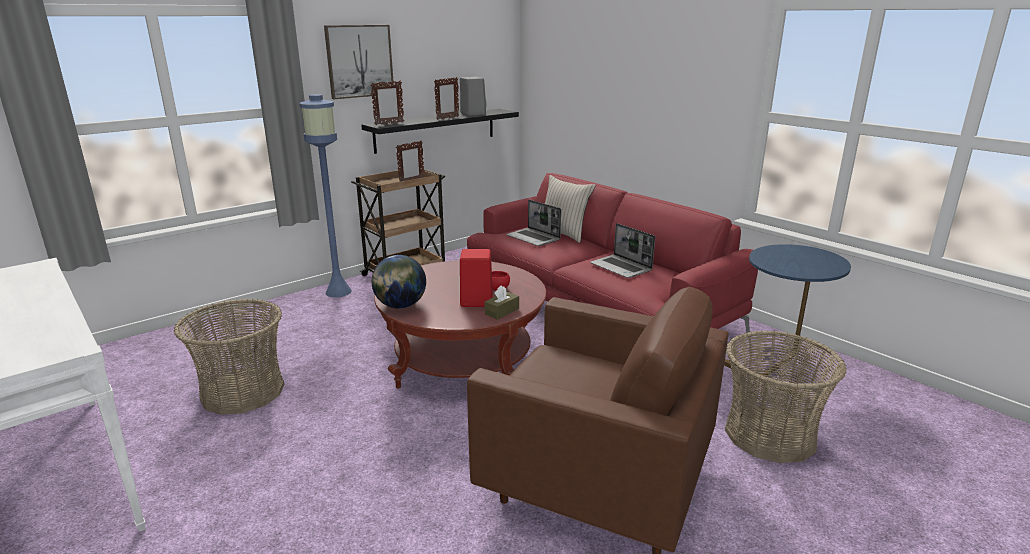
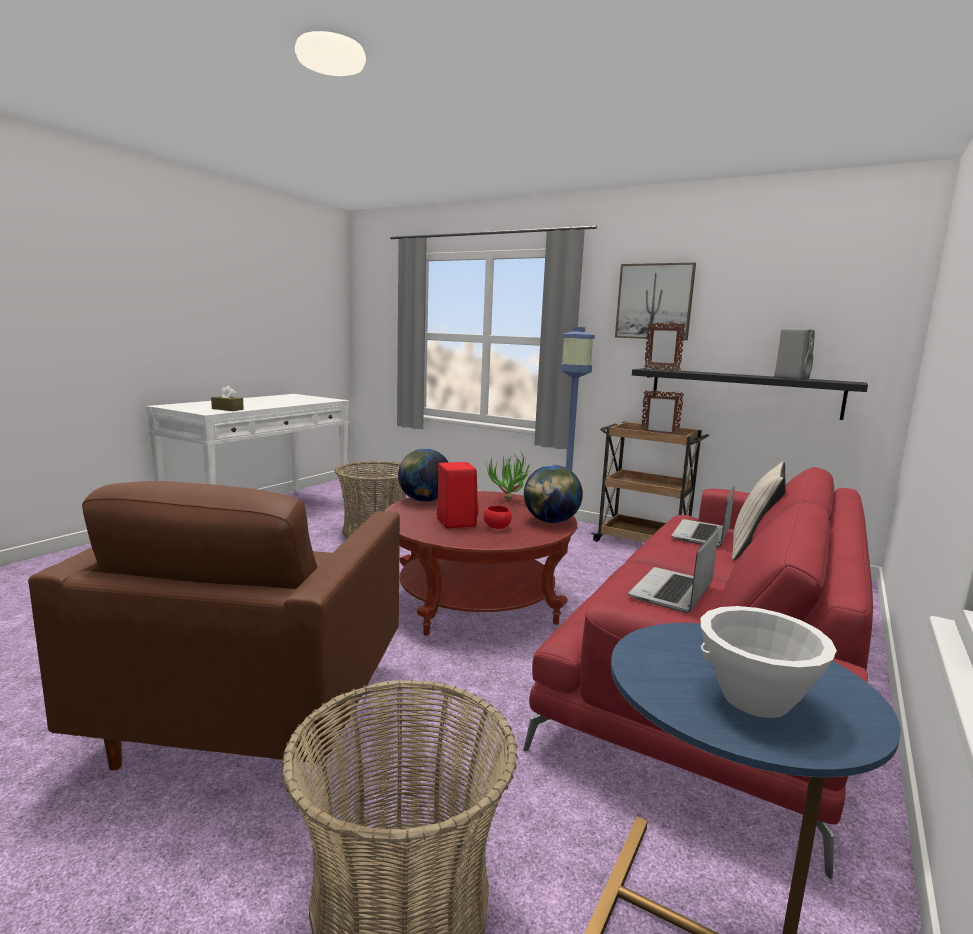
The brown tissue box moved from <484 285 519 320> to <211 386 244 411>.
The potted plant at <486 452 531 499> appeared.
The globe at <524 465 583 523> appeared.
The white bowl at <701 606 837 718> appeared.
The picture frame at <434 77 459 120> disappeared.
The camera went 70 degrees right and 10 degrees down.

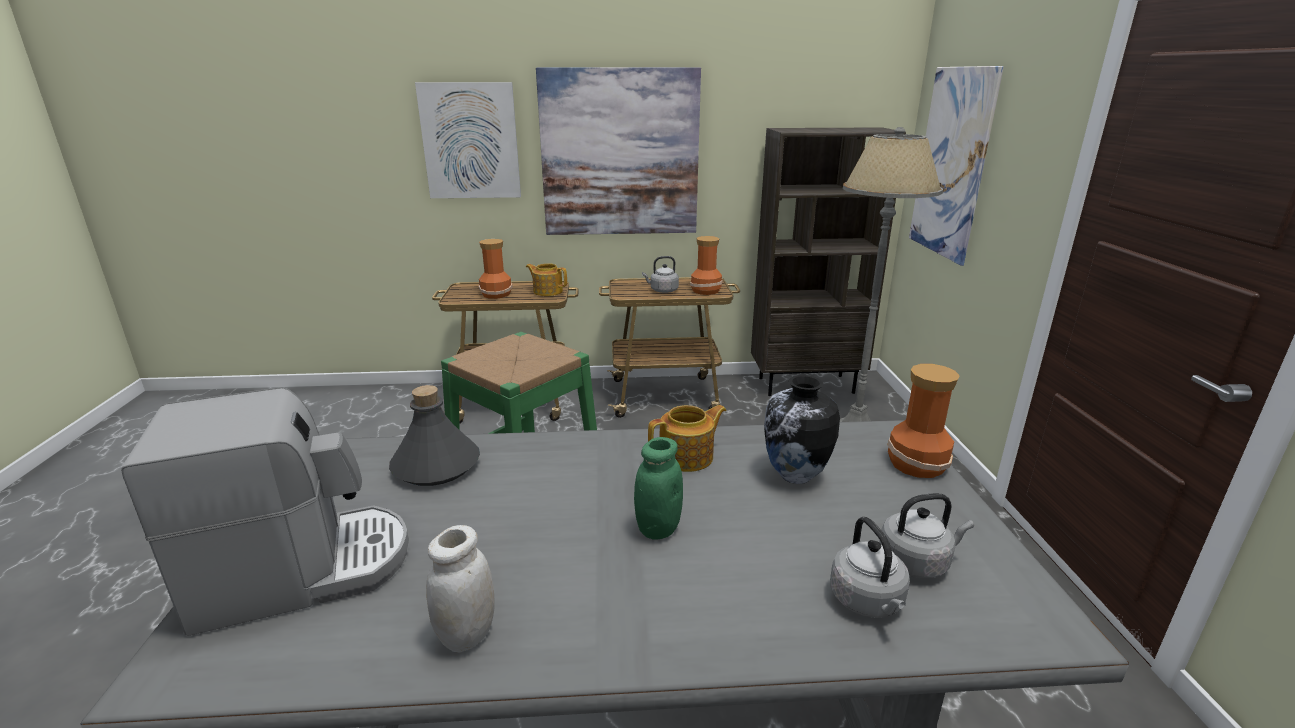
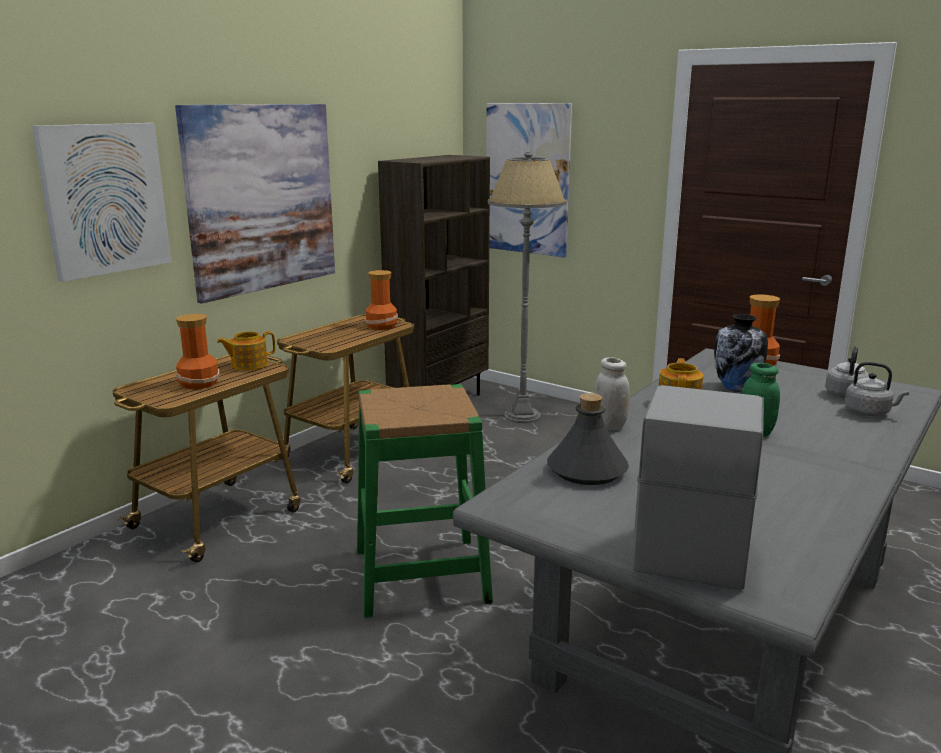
The white jar moved from <426 525 494 653> to <594 357 630 430>.
The grey kettle at <642 256 679 293> disappeared.
The camera went 50 degrees left and 5 degrees down.

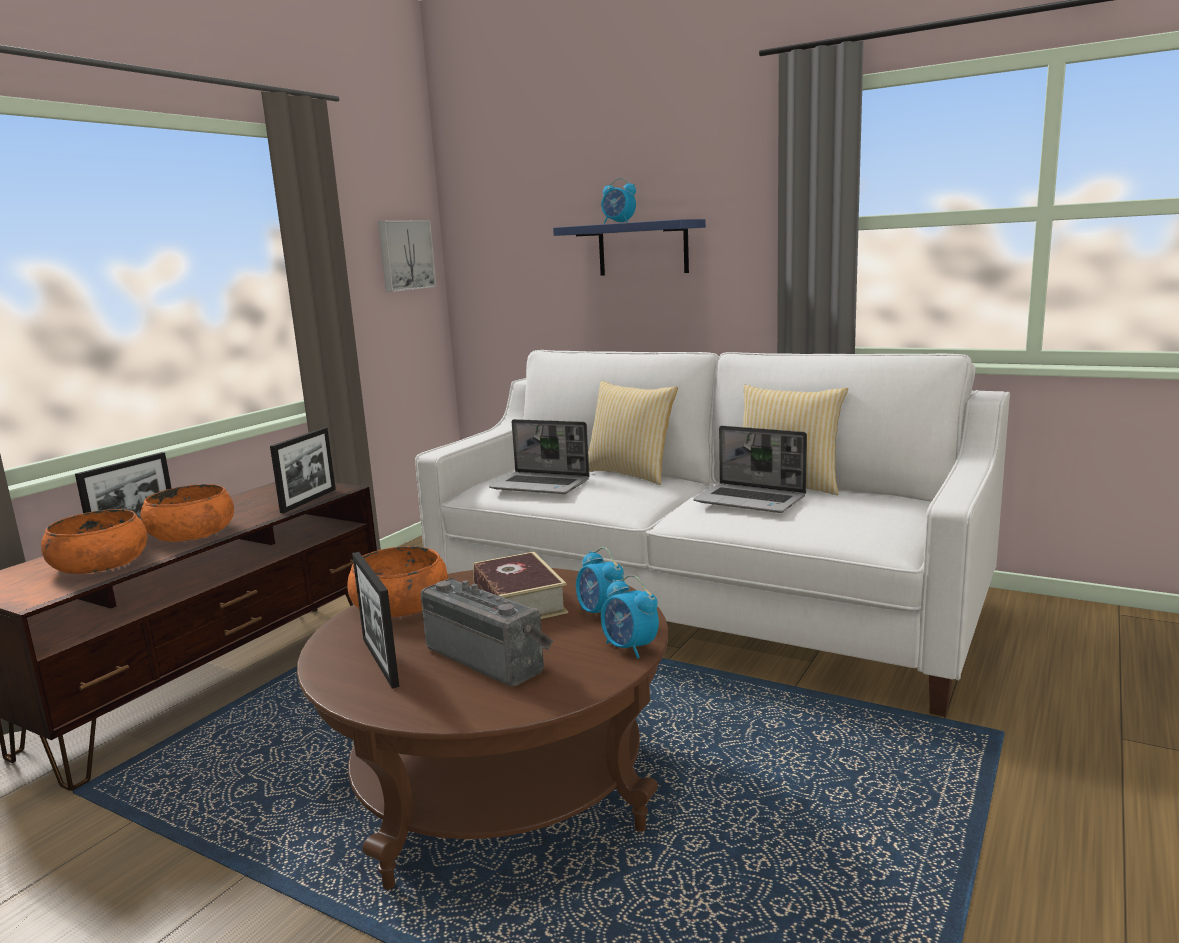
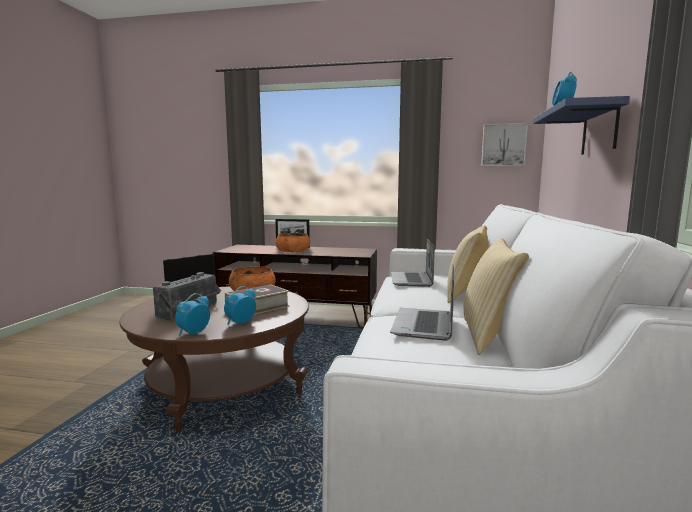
The orange bowl at <41 509 147 574> disappeared.
The picture frame at <270 428 336 513> disappeared.
The camera went 70 degrees right and 5 degrees down.

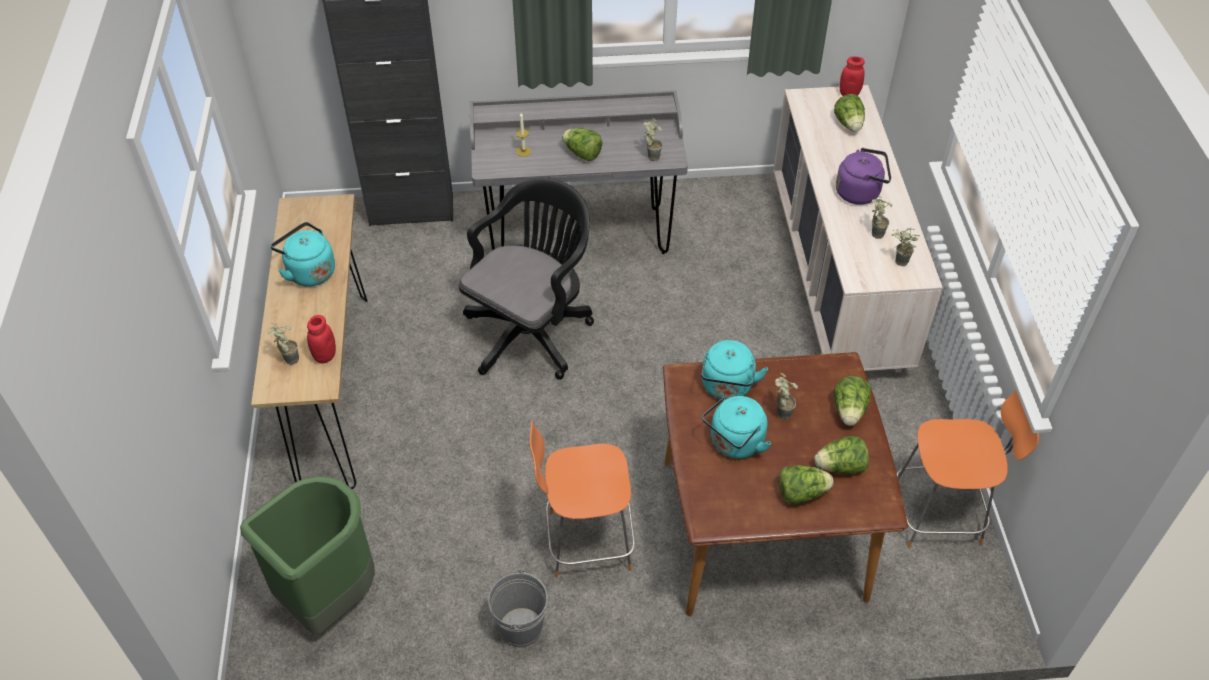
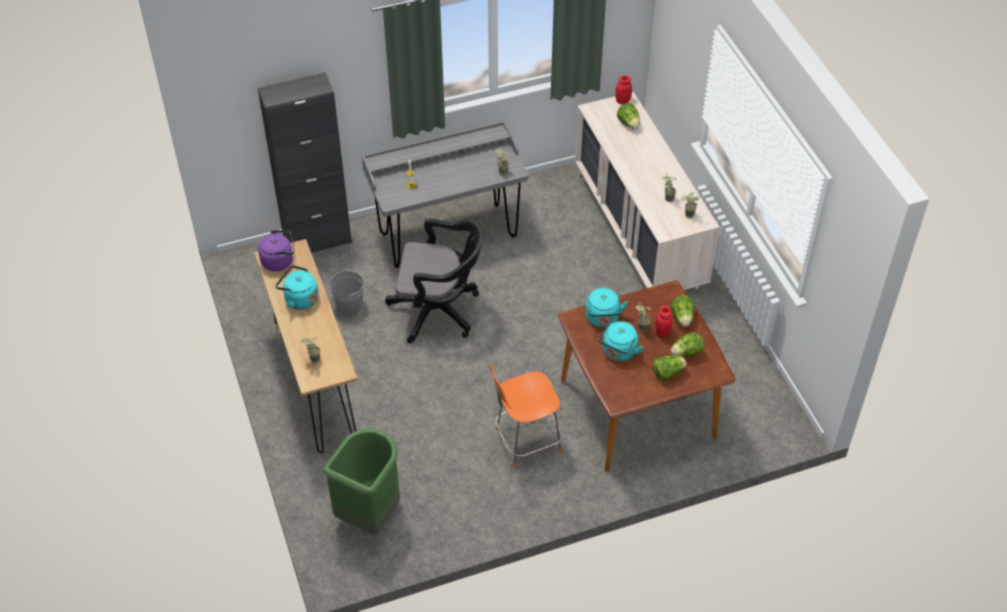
The purple kettle moved from <836 148 891 205> to <258 230 295 271>.
The grey bucket moved from <488 568 548 647> to <330 268 364 316>.
The black office chair at <459 178 594 380> turned 75 degrees clockwise.
The red jar moved from <307 315 336 363> to <655 306 672 338>.
The lettuce at <562 128 602 161> disappeared.
The orange chair at <897 390 1039 548> disappeared.
The camera went 15 degrees left and 0 degrees up.

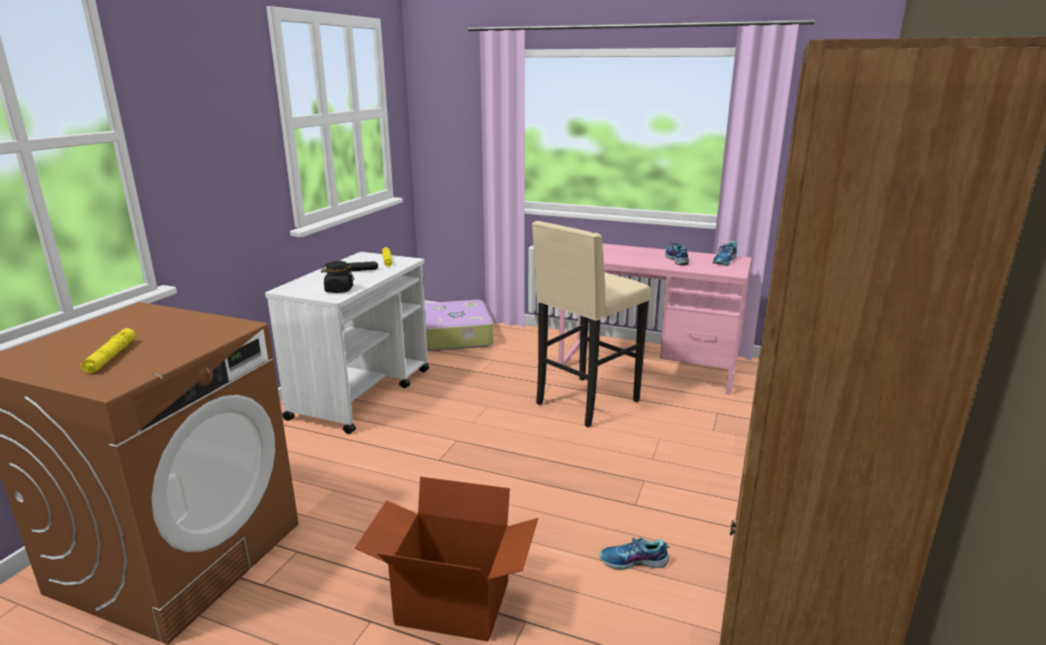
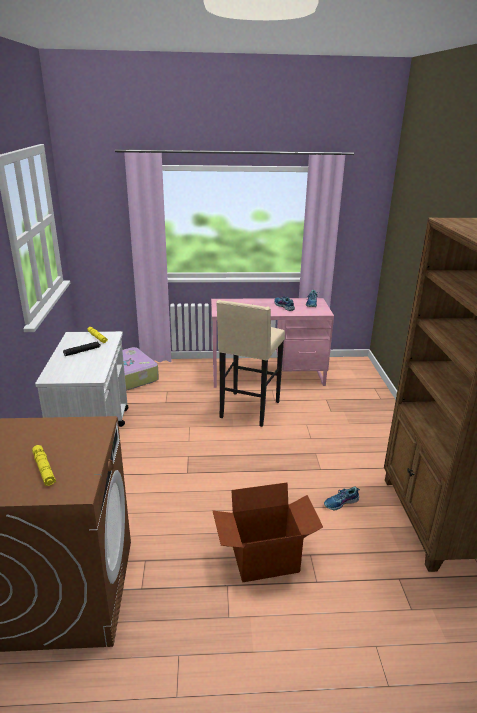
The black jar at <321 261 354 293> disappeared.
The camera went 25 degrees left and 5 degrees up.

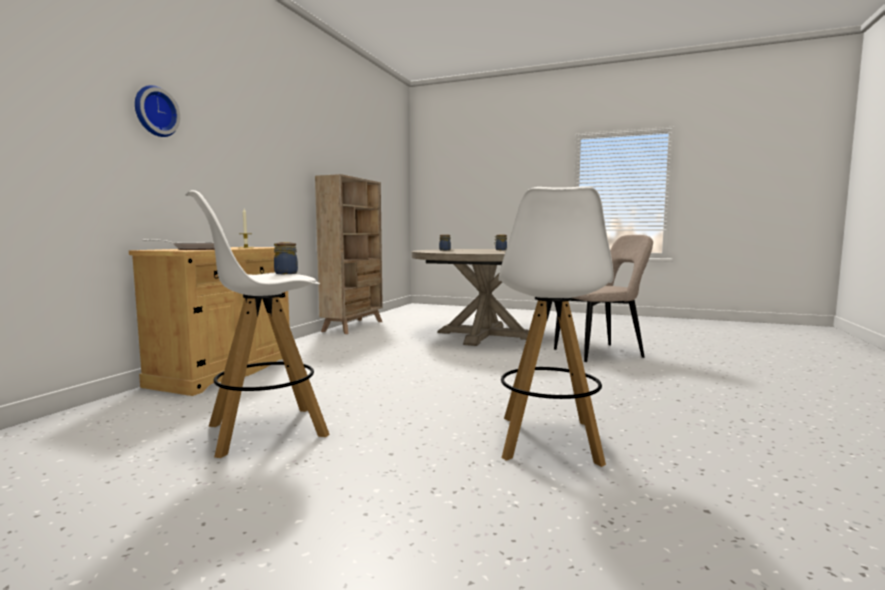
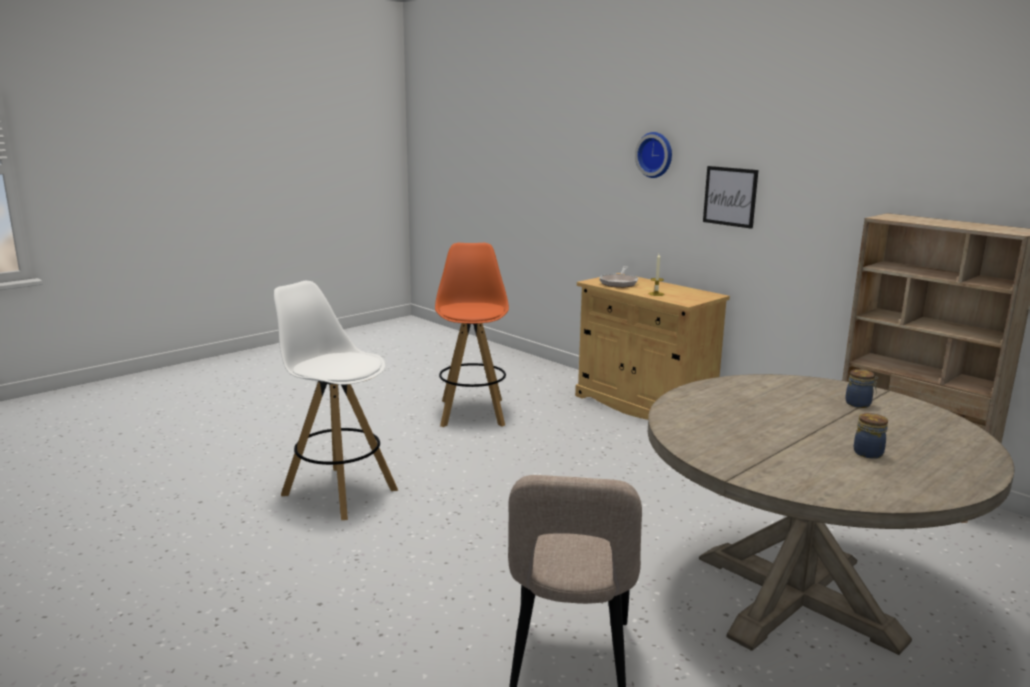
The white stool at <186 190 330 458> became the orange stool at <435 243 509 427>.
The picture at <703 166 759 229> appeared.
The jar at <274 242 298 274> disappeared.
The camera went 115 degrees right and 10 degrees up.

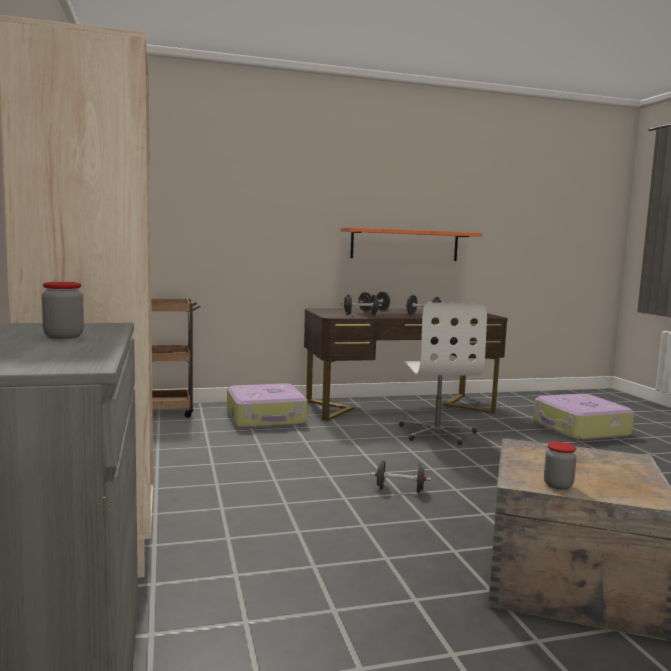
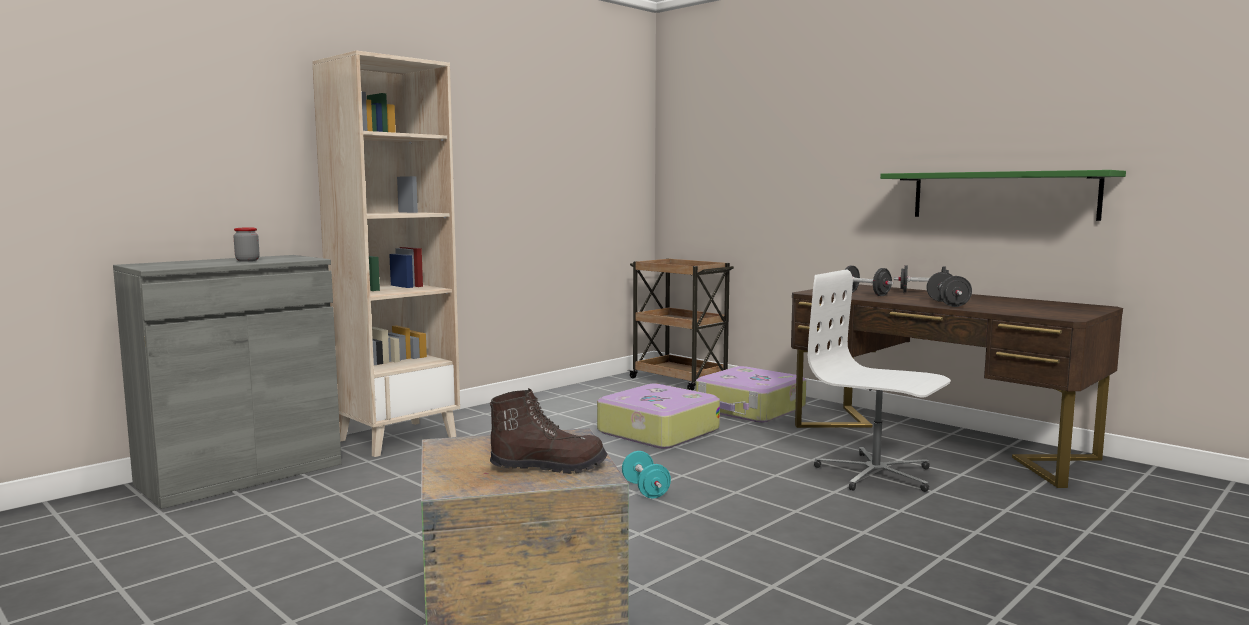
The brown boot at <490 388 607 474> appeared.
The suitcase moved from <533 394 634 440> to <597 383 720 449>.
The black dumbbell at <371 461 431 493> became the turquoise dumbbell at <622 451 671 498>.
The white office chair at <399 302 487 445> turned 75 degrees clockwise.
The orange shelf at <341 227 482 261> became the green shelf at <880 170 1126 221>.
The jar at <544 442 577 490> disappeared.
The camera went 60 degrees right and 0 degrees up.

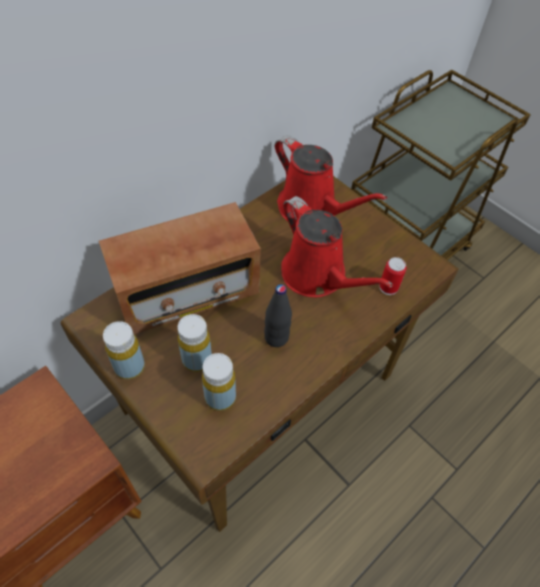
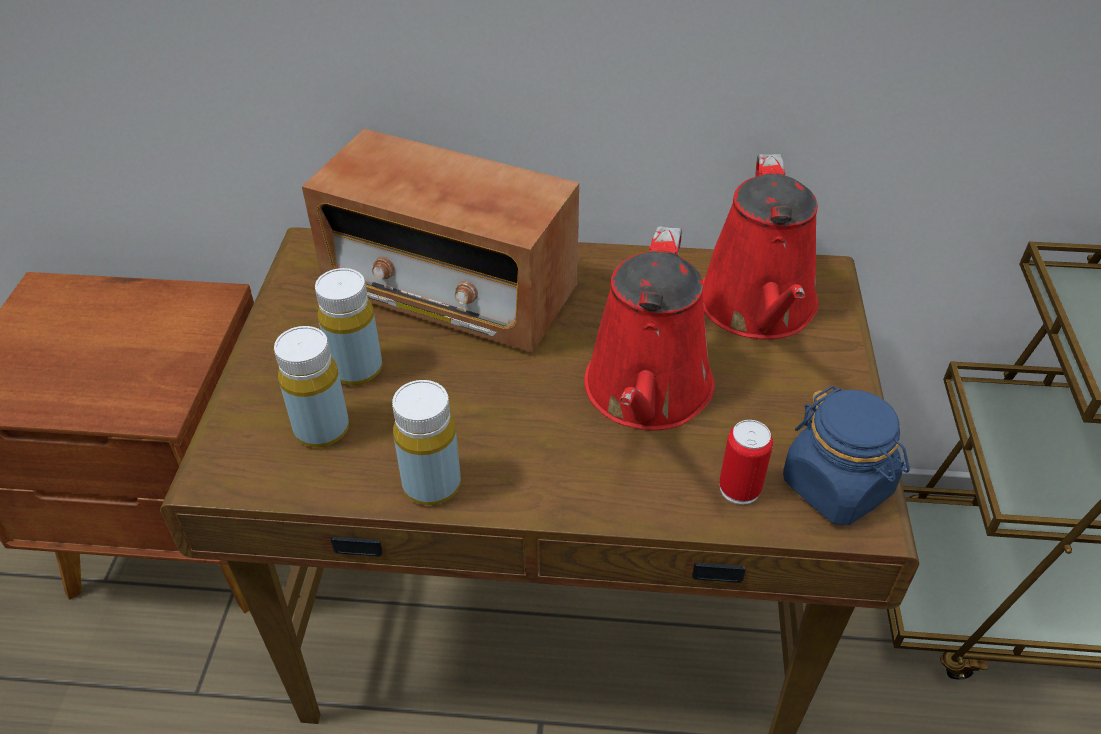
The yellow bottle moved from <103 321 145 379> to <392 380 461 505>.
The blue jar at <783 386 910 525> appeared.
The black bottle at <264 284 292 347> disappeared.
The camera went 50 degrees right and 10 degrees down.

